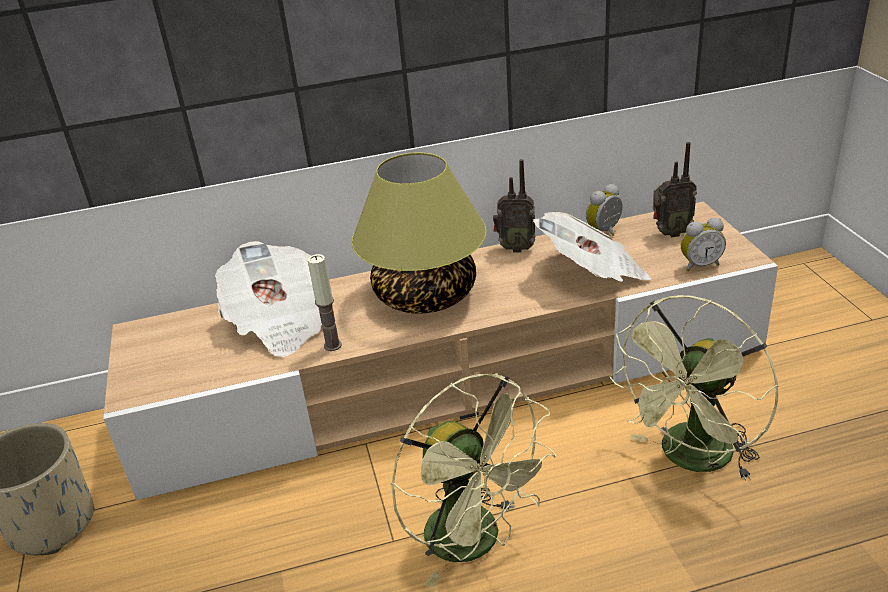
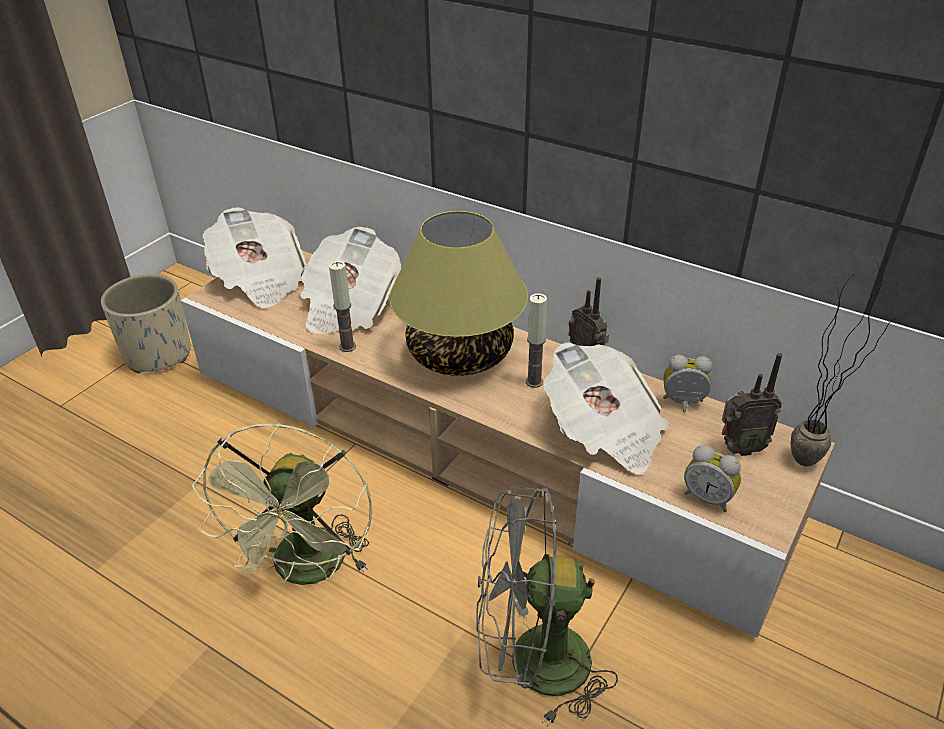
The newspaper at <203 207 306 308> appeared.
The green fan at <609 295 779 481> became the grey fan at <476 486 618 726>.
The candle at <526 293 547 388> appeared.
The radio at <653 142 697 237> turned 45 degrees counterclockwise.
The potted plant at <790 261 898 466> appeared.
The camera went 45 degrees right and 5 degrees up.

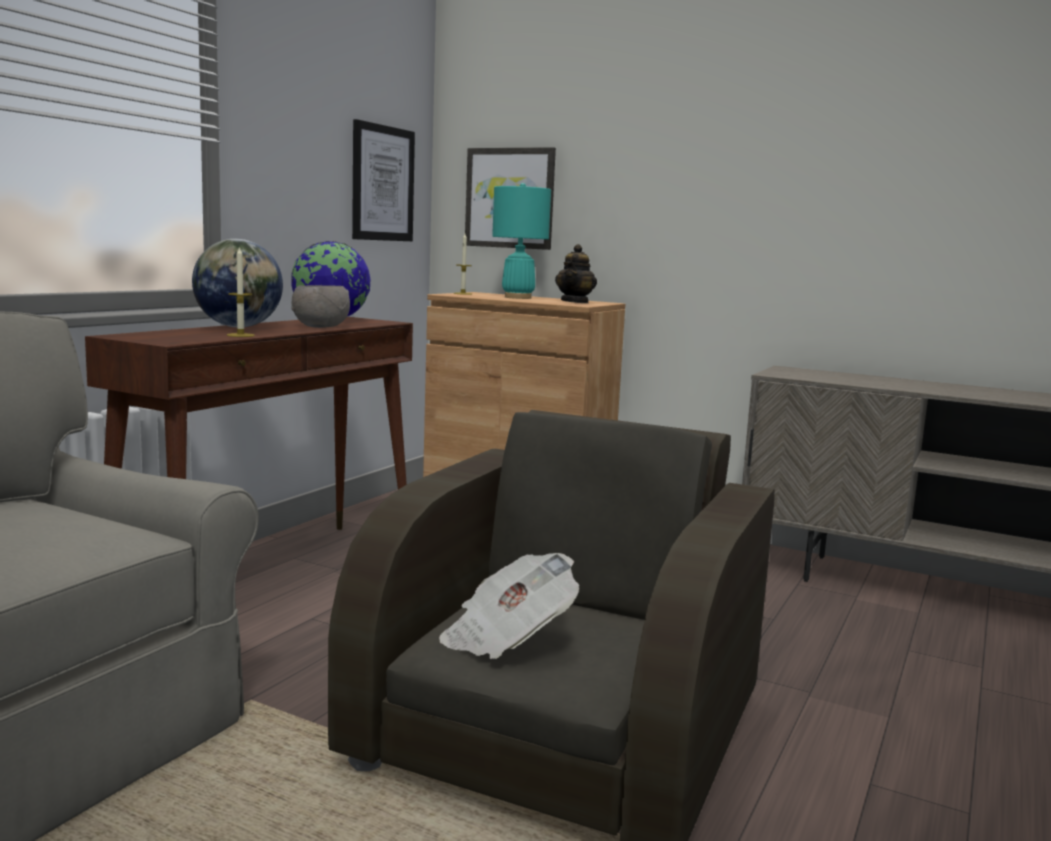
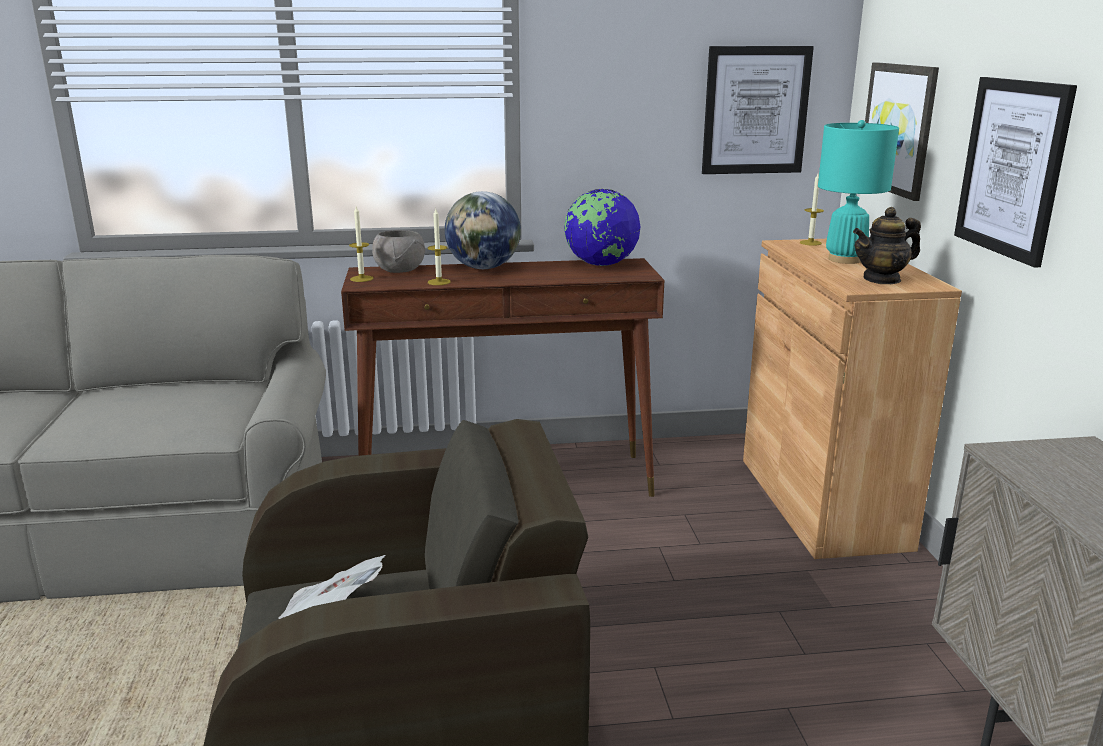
The candle at <349 206 373 282> appeared.
The grey bowl moved from <291 285 350 328> to <372 230 425 273>.
The picture at <954 77 1077 268> appeared.
The camera went 55 degrees right and 10 degrees up.

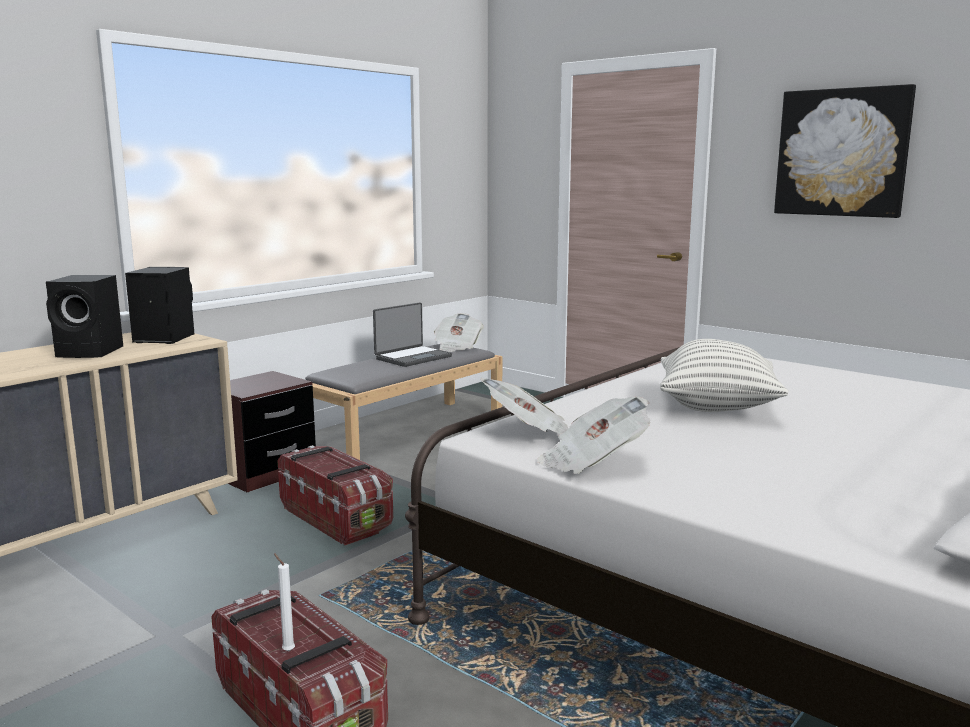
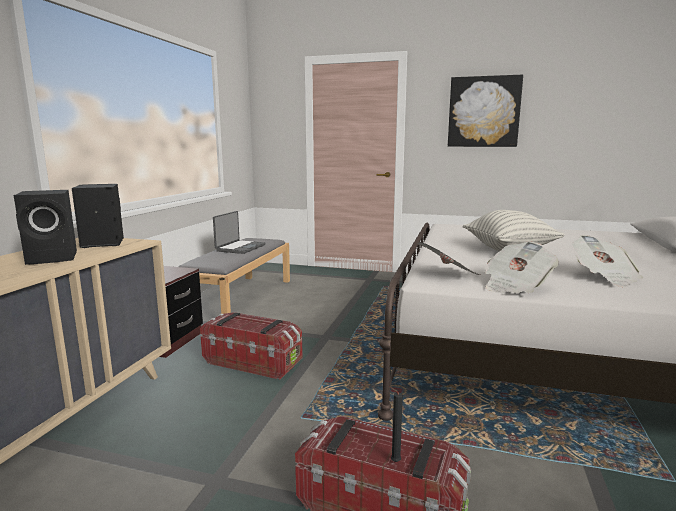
The white candle at <274 553 295 652> became the black candle at <390 387 403 462>.
The newspaper moved from <434 313 484 352> to <571 235 643 287>.
The camera went 25 degrees left and 0 degrees up.

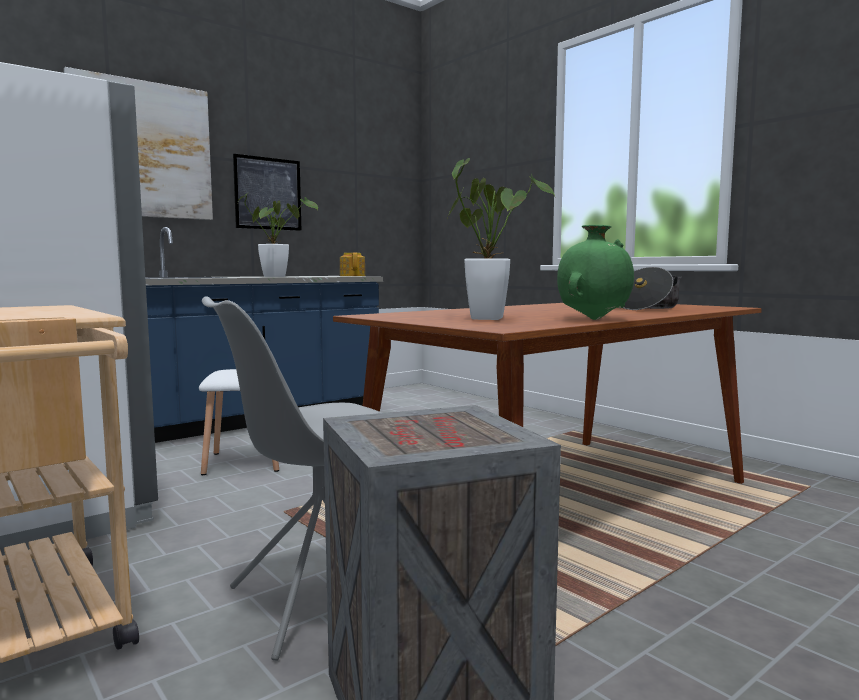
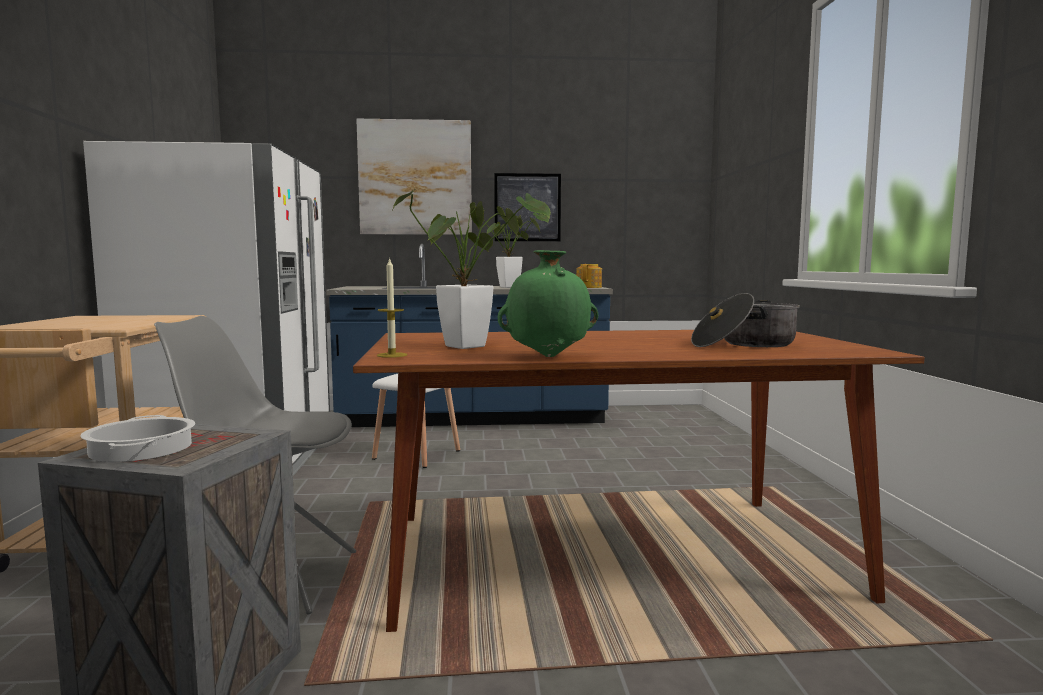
The cooking pot at <80 415 195 462> appeared.
The candle at <377 257 407 358> appeared.
The camera went 35 degrees right and 0 degrees up.

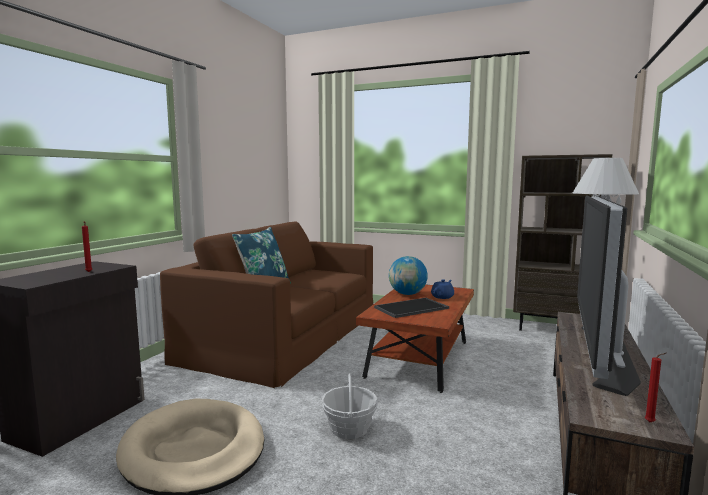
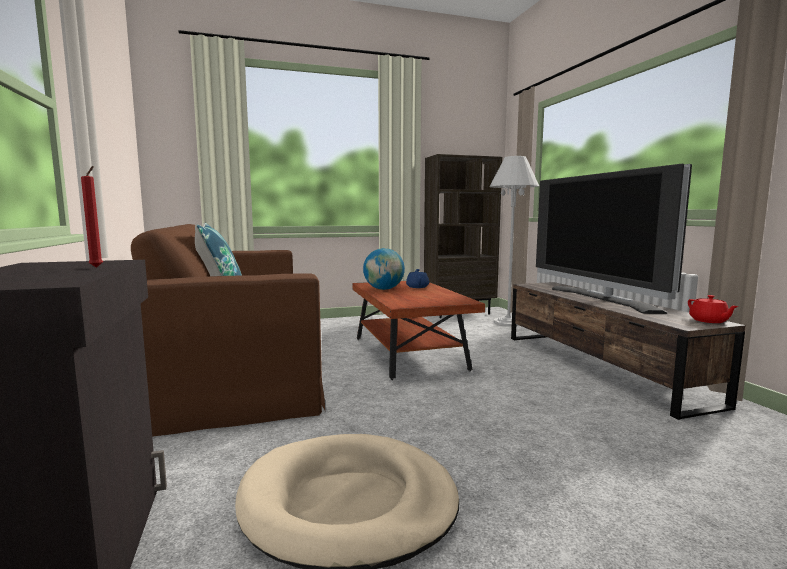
The red candle at <645 353 666 423> was replaced by the red teapot at <688 295 739 323>.
The basket at <322 373 378 439> disappeared.
The tray at <374 298 449 318> disappeared.
The camera went 40 degrees left and 0 degrees up.

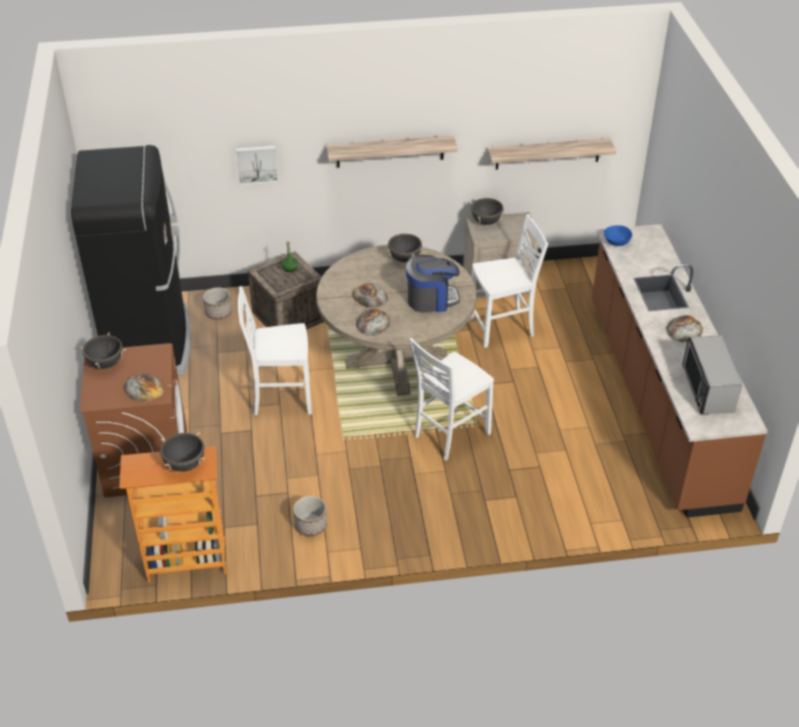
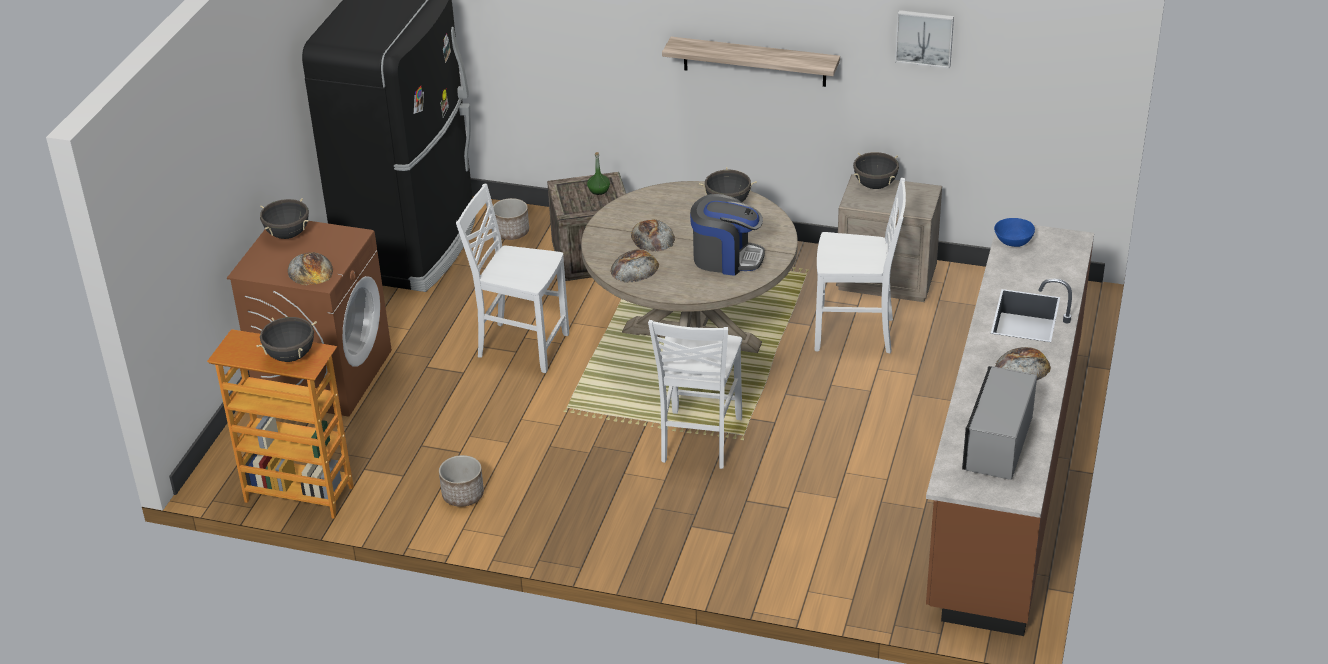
The white chair at <409 338 494 461> turned 60 degrees counterclockwise.
The picture moved from <235 146 278 185> to <895 10 954 68>.
The shelf at <487 138 616 170> disappeared.
The camera went 25 degrees right and 5 degrees down.

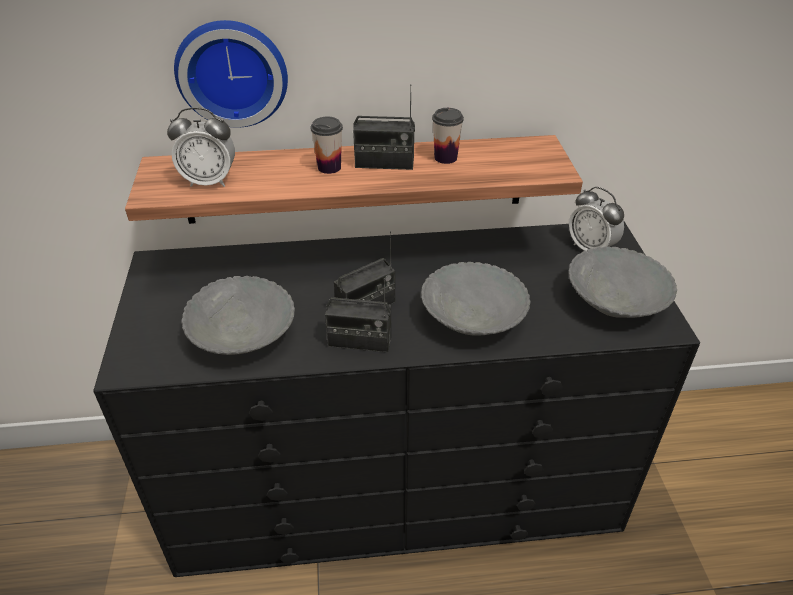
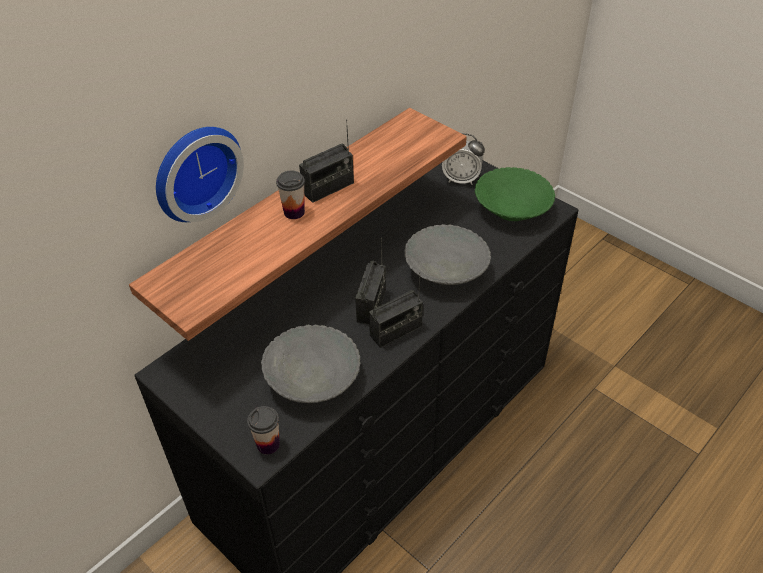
The cup moved from <432 108 464 164> to <247 406 280 455>.
The grey bowl at <569 246 677 318> became the green bowl at <475 167 555 221>.
The alarm clock at <167 107 235 187> disappeared.
The camera went 40 degrees left and 5 degrees up.

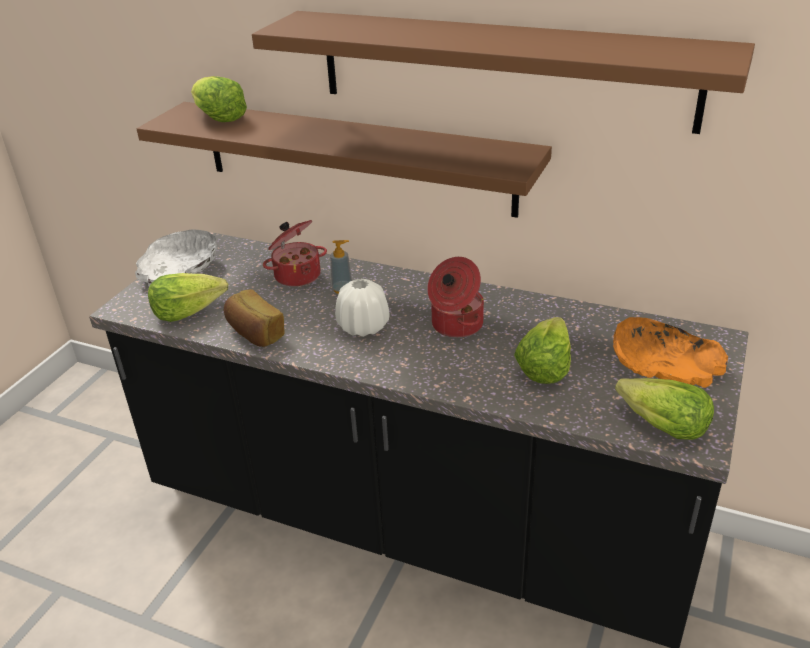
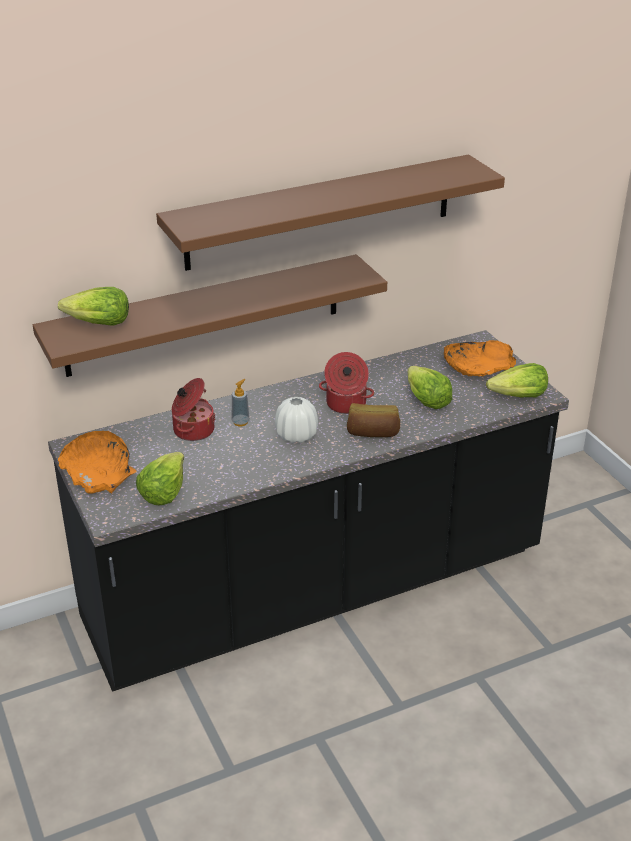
The white bowl at <135 229 217 287> became the orange bowl at <58 431 137 494>.
The bread moved from <224 289 285 347> to <347 403 400 437>.
The camera went 50 degrees left and 0 degrees up.

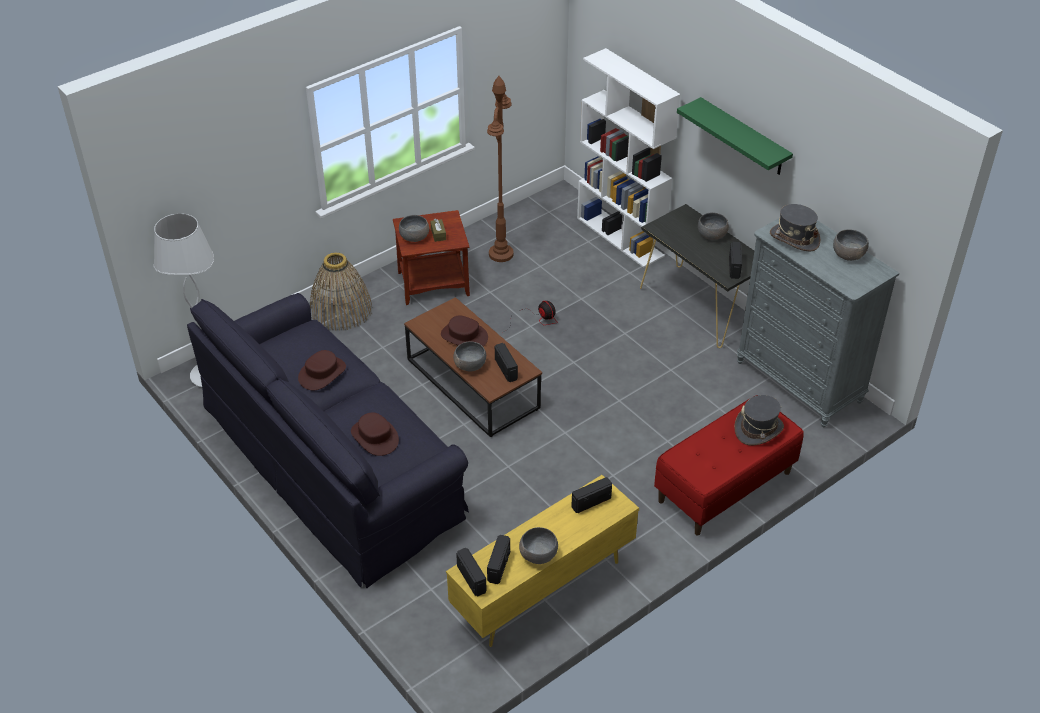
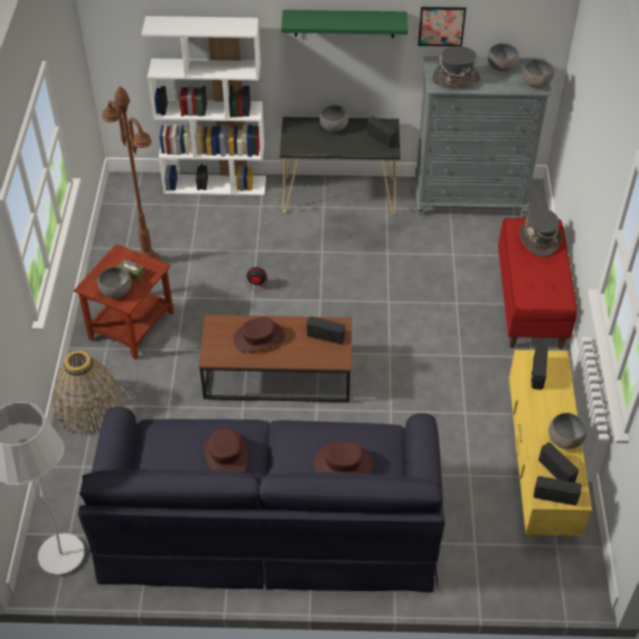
The picture at <418 7 466 46> appeared.
The grey bowl moved from <453 342 486 371> to <522 59 554 88>.
The camera went 50 degrees left and 5 degrees up.

